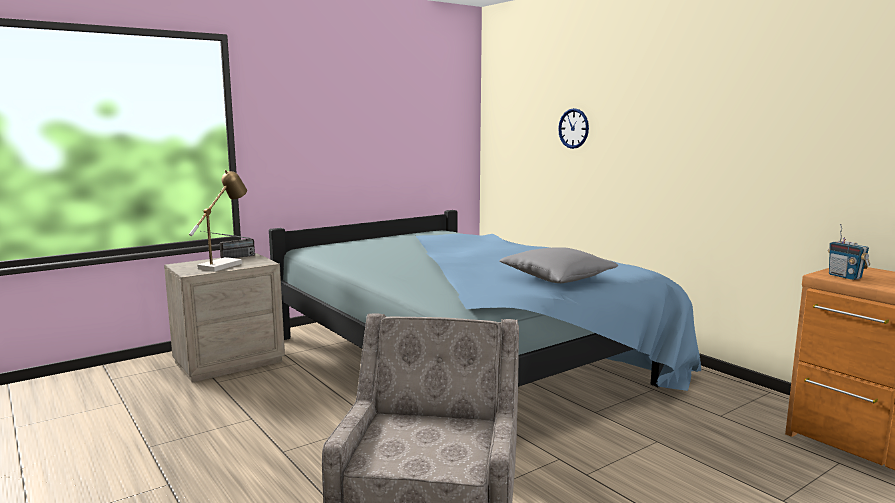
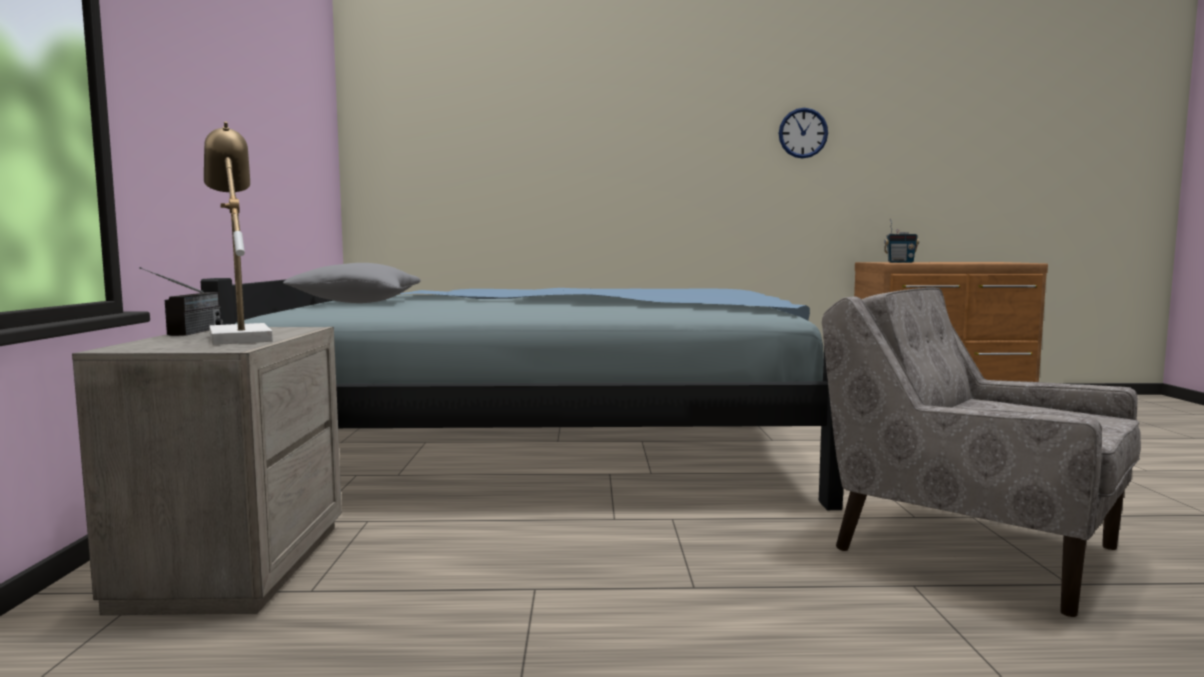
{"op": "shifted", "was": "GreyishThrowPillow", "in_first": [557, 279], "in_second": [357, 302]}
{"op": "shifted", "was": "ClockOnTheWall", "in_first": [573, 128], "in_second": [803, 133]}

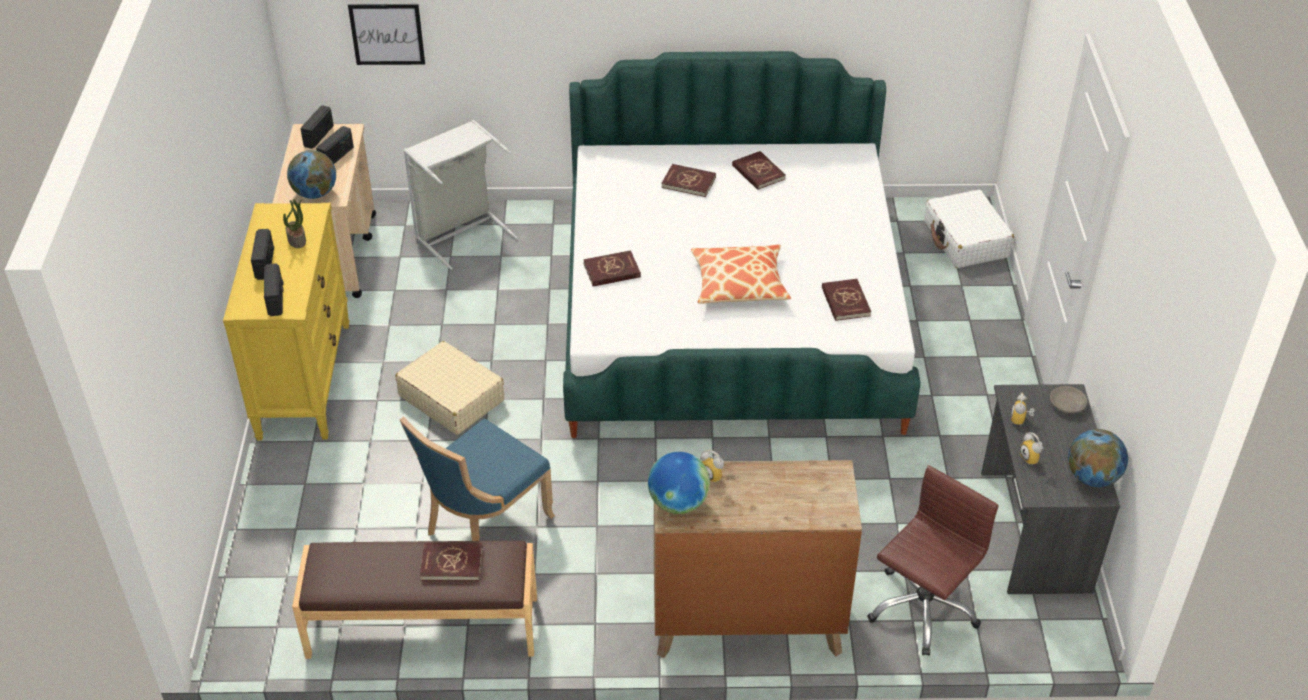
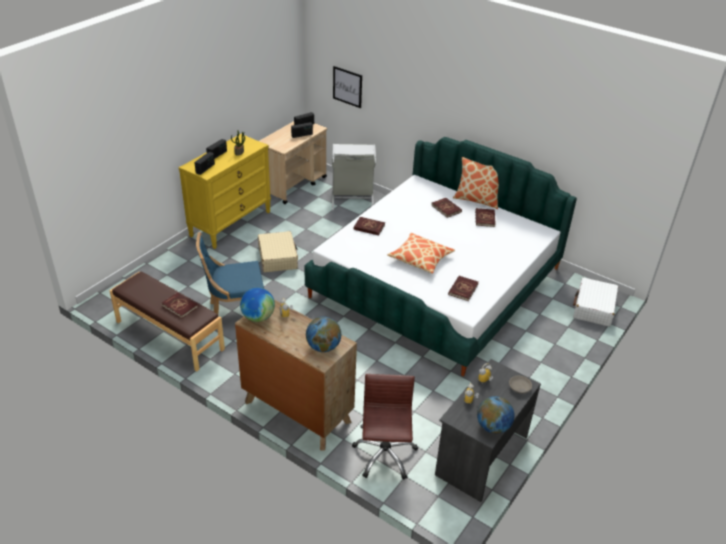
{"op": "new", "now": "ThrowPillow", "in_second": [477, 200]}
{"op": "shifted", "was": "Globe", "in_first": [315, 193], "in_second": [323, 347]}
{"op": "rotated", "was": "BrownComputerChair", "in_first": [922, 608], "in_second": [384, 455], "clockwise": -75}

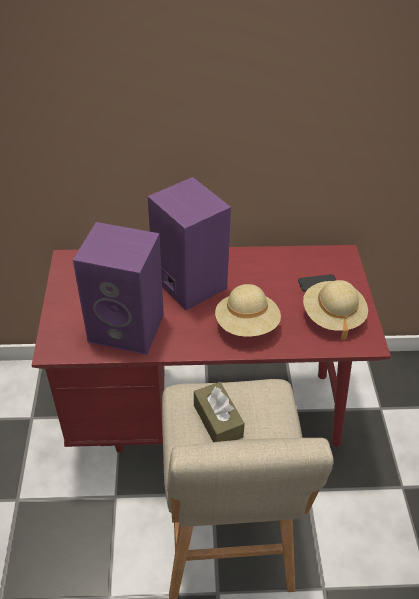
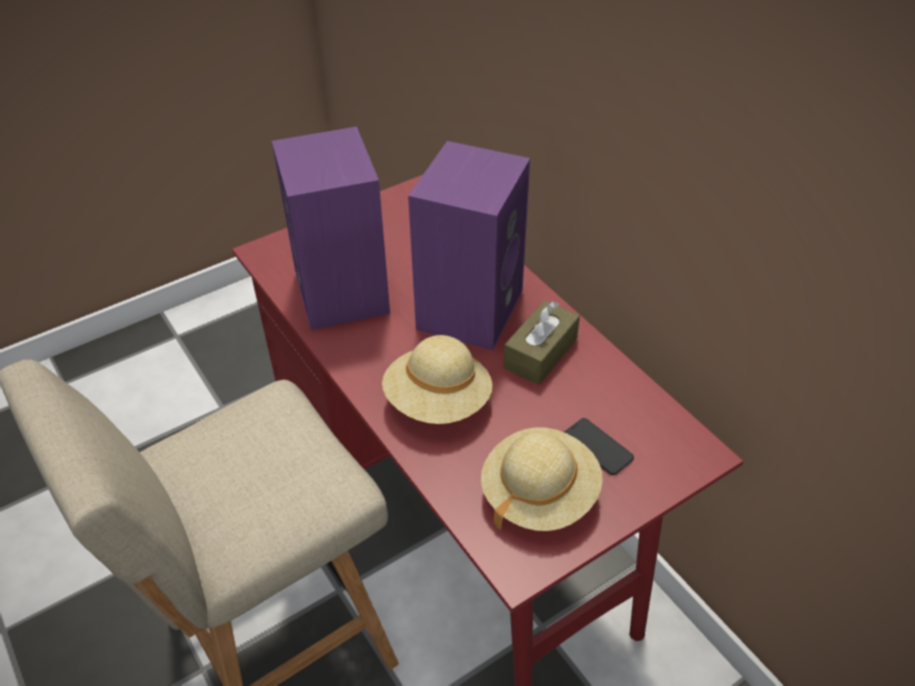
{"op": "shifted", "was": "BrownTissueBox", "in_first": [218, 421], "in_second": [540, 353]}

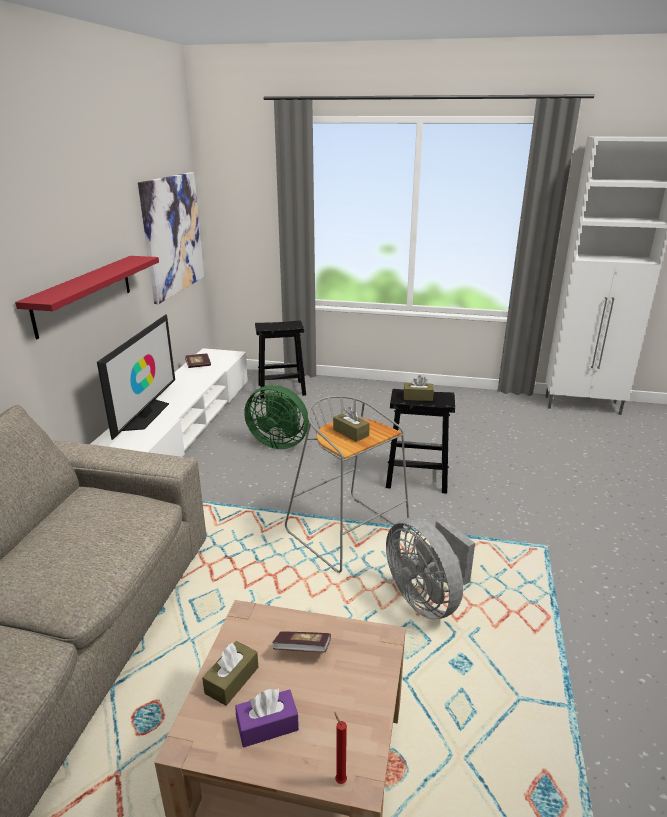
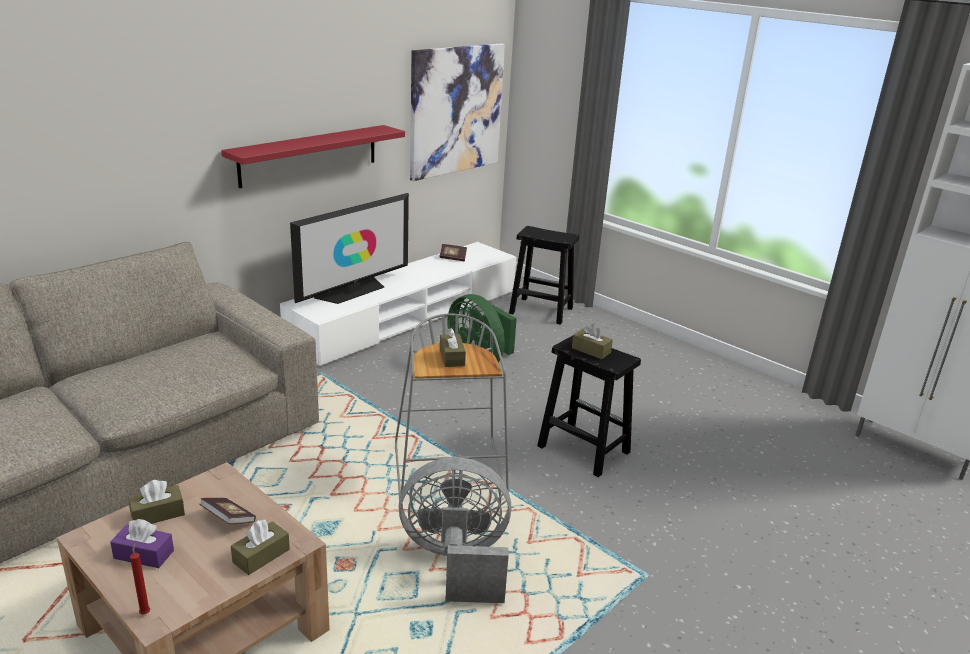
{"op": "new", "now": "BrownTissueBox", "in_second": [261, 556]}
{"op": "rotated", "was": "GreyishCoolingFan", "in_first": [426, 598], "in_second": [456, 561], "clockwise": 90}

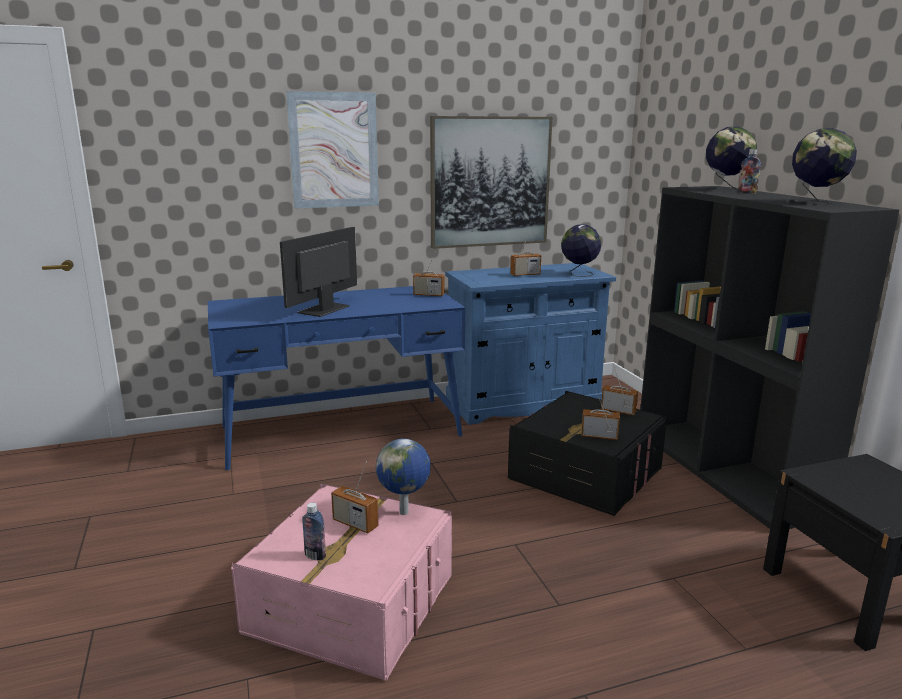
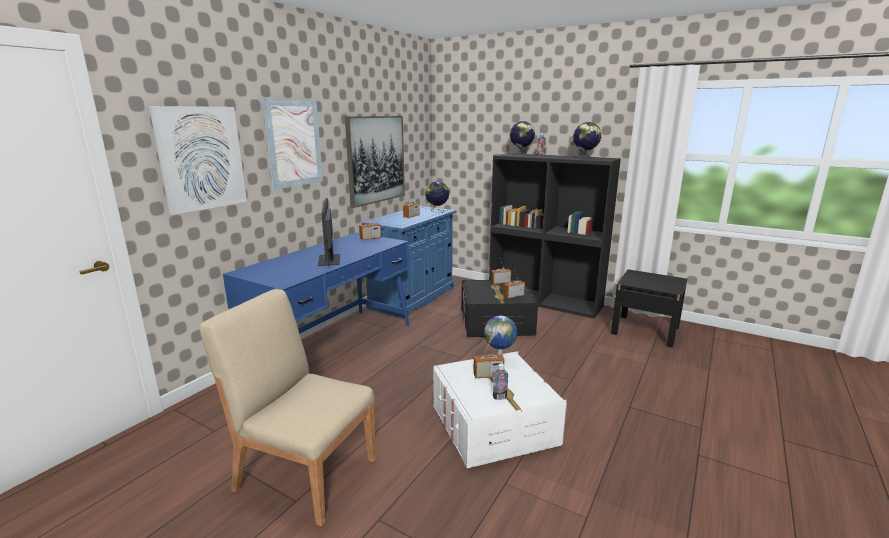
{"op": "new", "now": "WallArt", "in_second": [201, 158]}
{"op": "new", "now": "BeigeUprightChair", "in_second": [305, 472]}
{"op": "repainted", "was": "PinkStorageContainer", "now": "WhiteStorageContainer", "in_first": [352, 604], "in_second": [494, 425]}

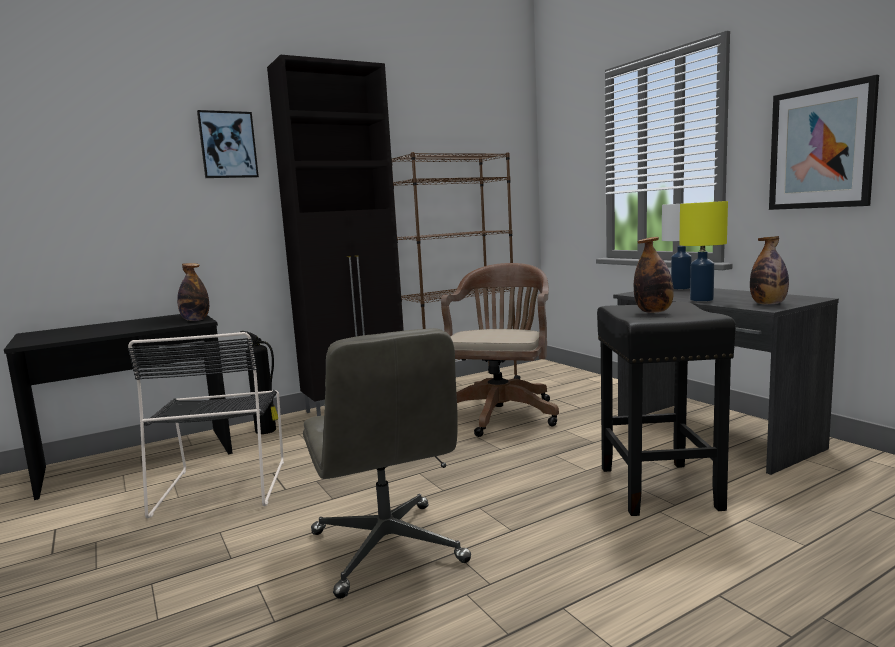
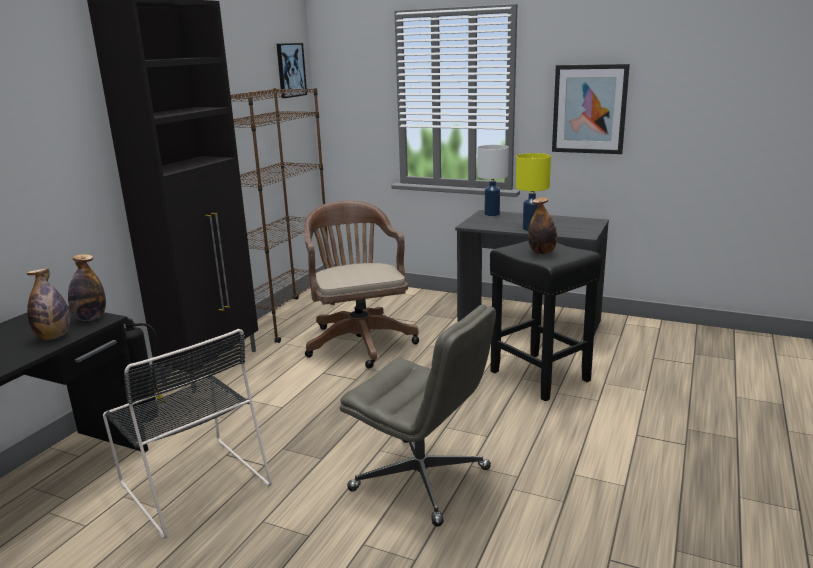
{"op": "shifted", "was": "WallArt", "in_first": [228, 145], "in_second": [290, 70]}
{"op": "shifted", "was": "DrinkBottle", "in_first": [768, 304], "in_second": [54, 337]}

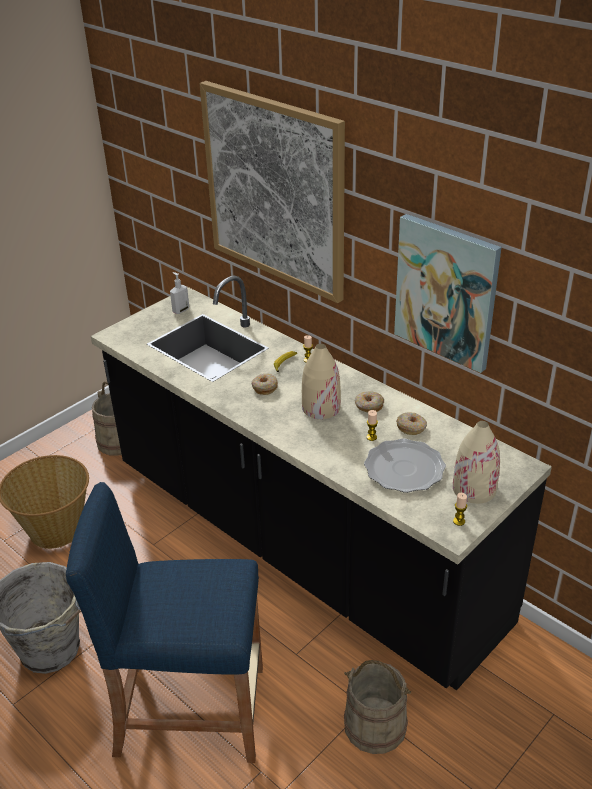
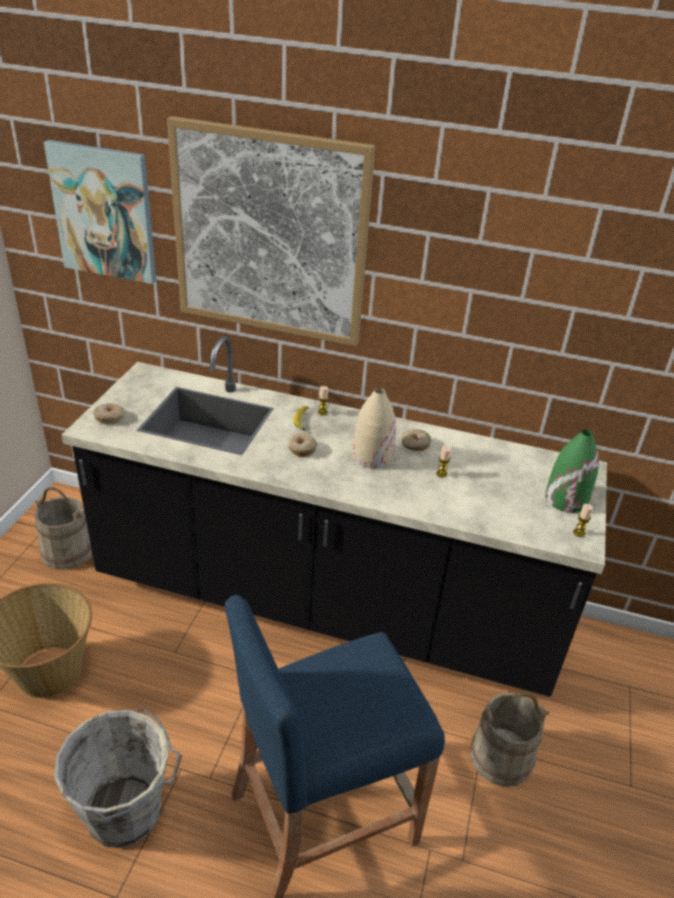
{"op": "gone", "was": "SoapBottle", "in_first": [180, 310]}
{"op": "gone", "was": "DinnerPlate", "in_first": [403, 468]}
{"op": "shifted", "was": "WallArt", "in_first": [446, 292], "in_second": [104, 212]}
{"op": "shifted", "was": "Donut", "in_first": [411, 427], "in_second": [110, 417]}
{"op": "repainted", "was": "BeigeVase", "now": "GreenVase", "in_first": [474, 488], "in_second": [566, 499]}

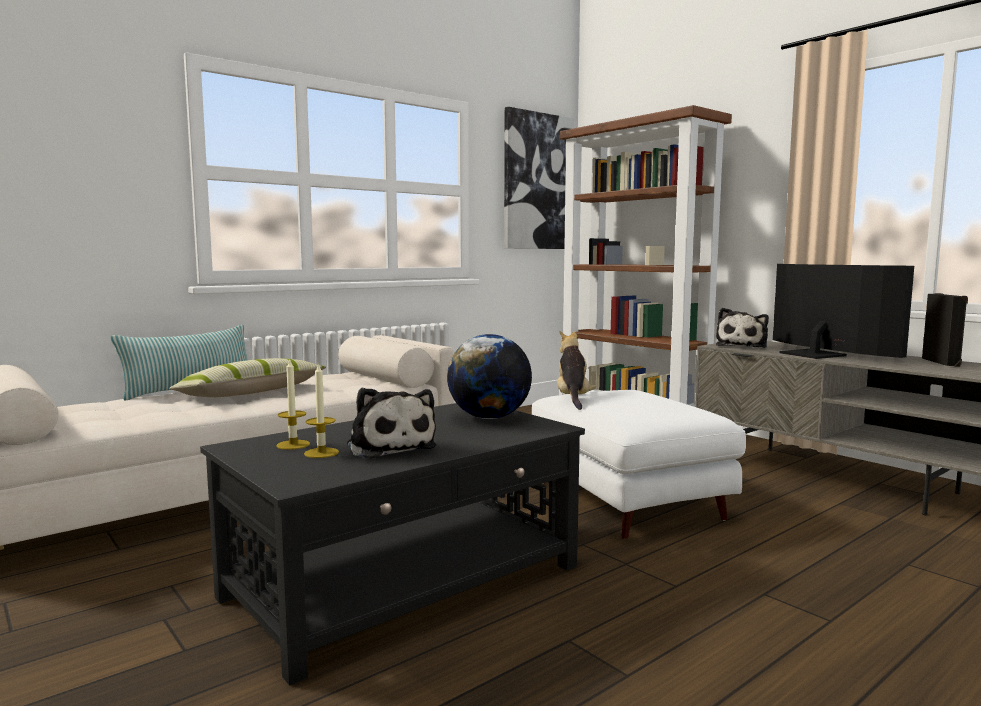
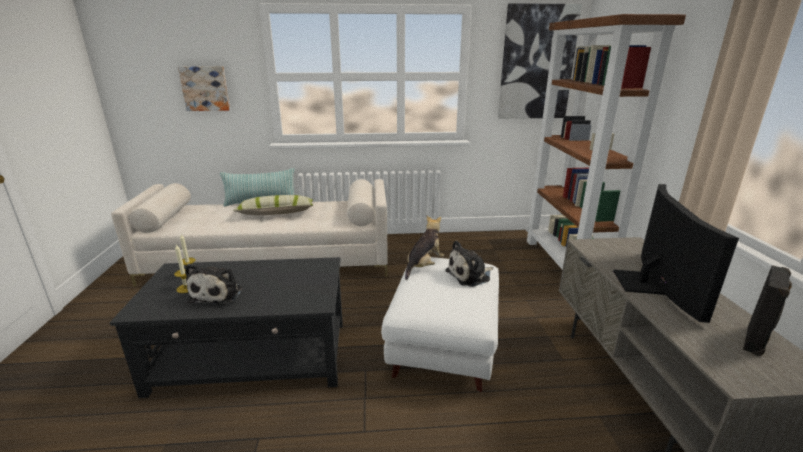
{"op": "gone", "was": "Globe", "in_first": [489, 417]}
{"op": "new", "now": "WallArt", "in_second": [205, 88]}
{"op": "shifted", "was": "SoftToy", "in_first": [742, 346], "in_second": [470, 275]}

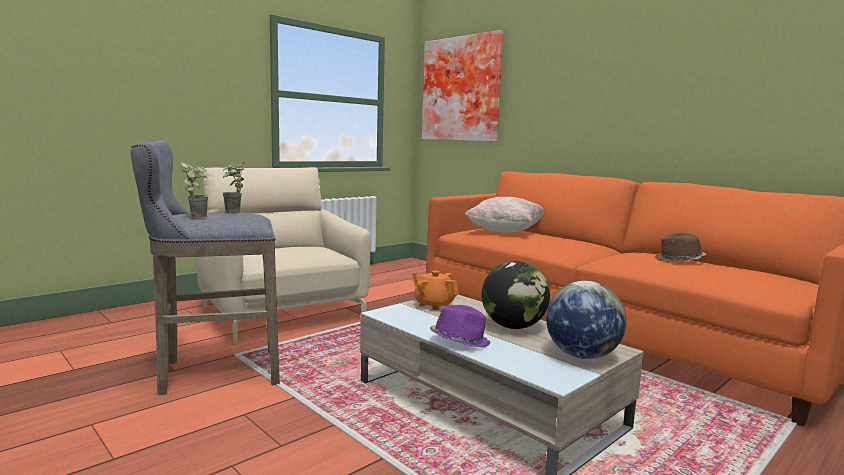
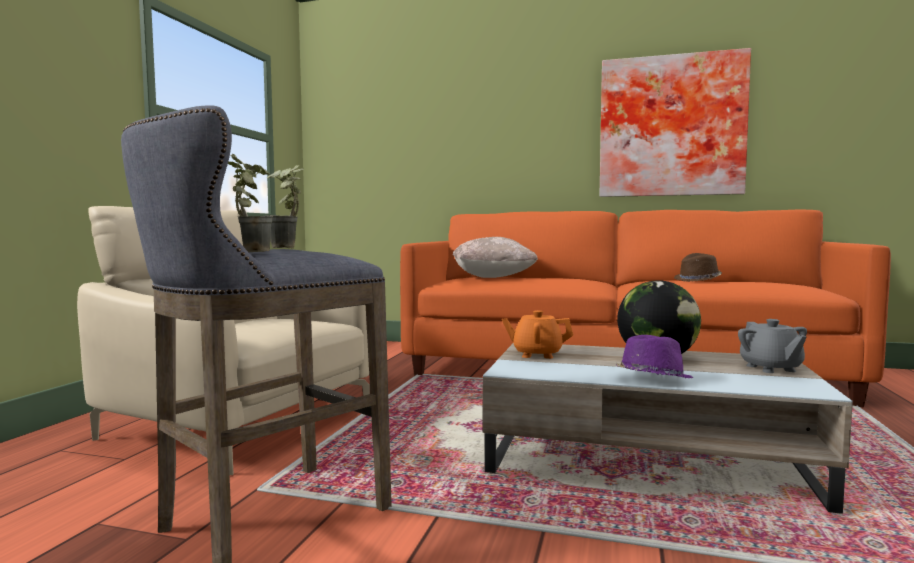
{"op": "shifted", "was": "WallArt", "in_first": [463, 89], "in_second": [671, 127]}
{"op": "swapped", "was": "Globe", "now": "GreyishTeaPot", "in_first": [581, 356], "in_second": [770, 368]}

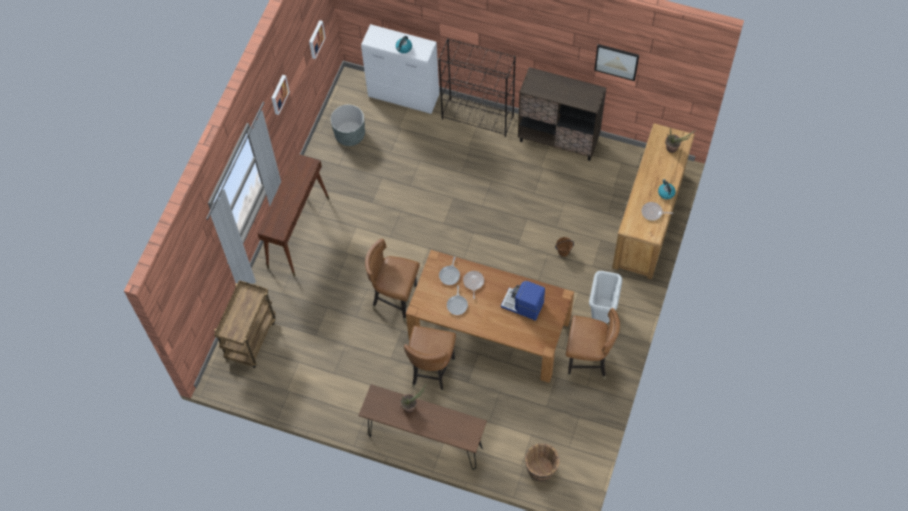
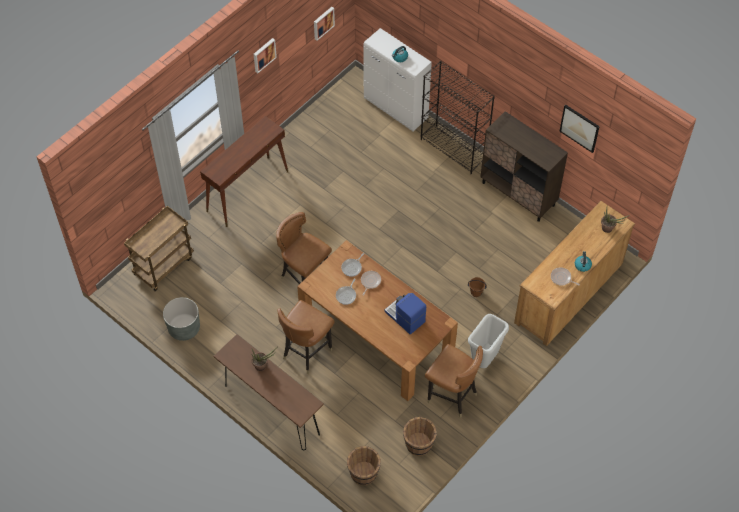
{"op": "new", "now": "BrownWaterBucket", "in_second": [418, 444]}
{"op": "shifted", "was": "GreyishFlowerPot", "in_first": [350, 135], "in_second": [184, 328]}

